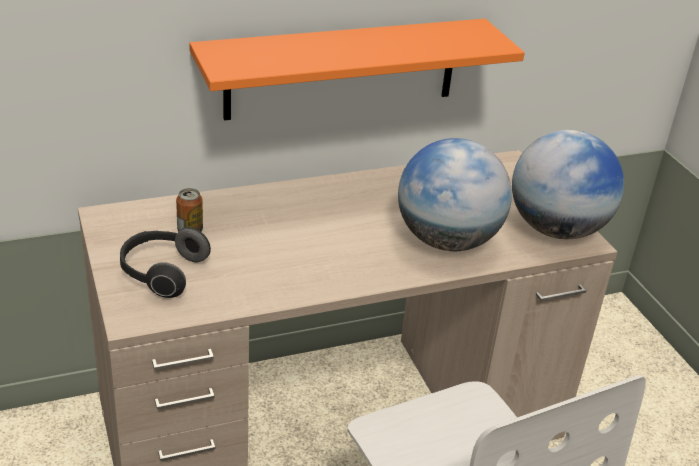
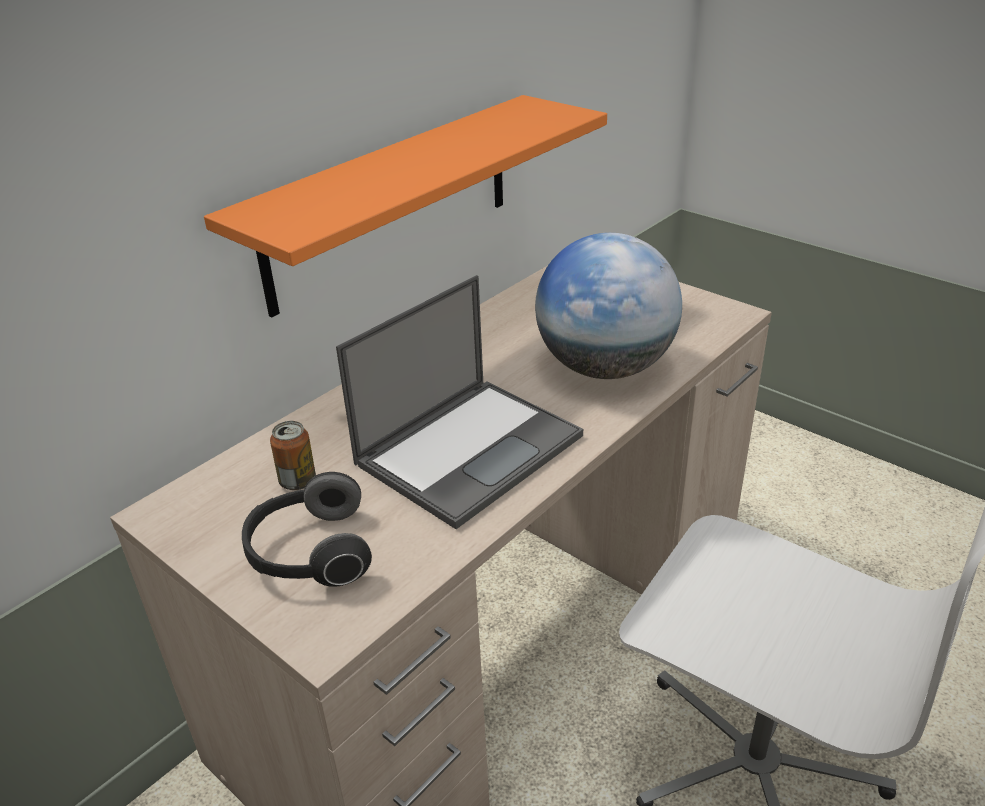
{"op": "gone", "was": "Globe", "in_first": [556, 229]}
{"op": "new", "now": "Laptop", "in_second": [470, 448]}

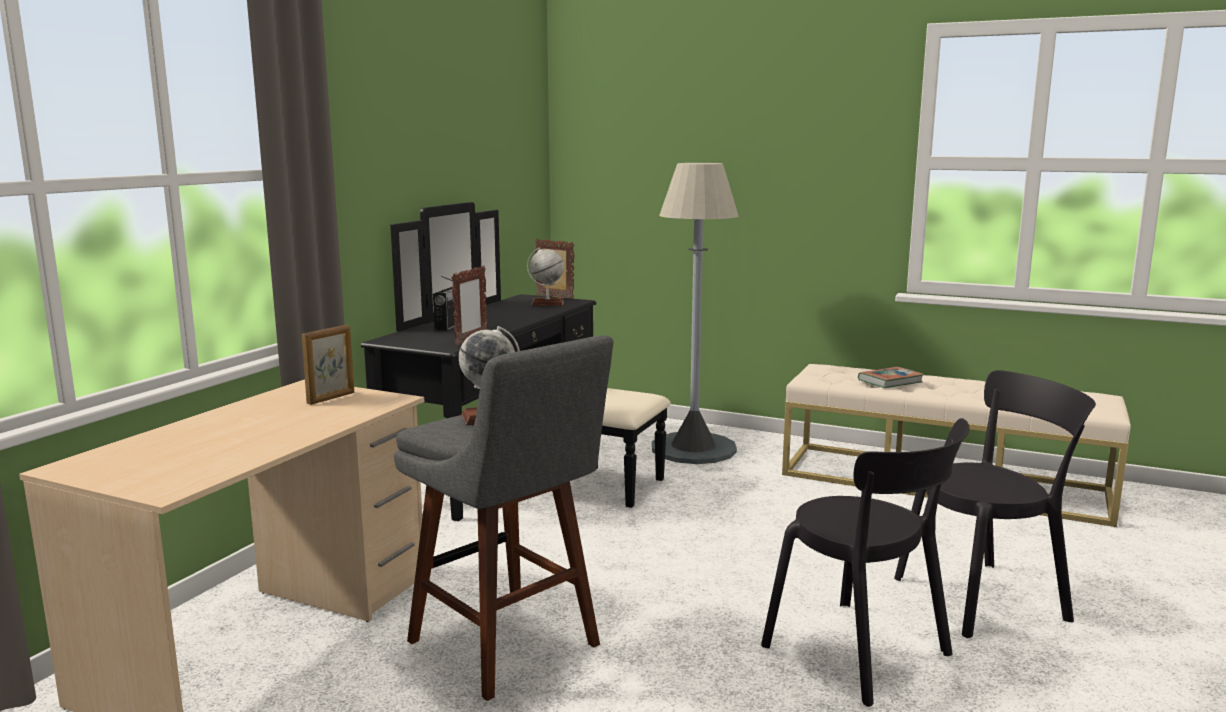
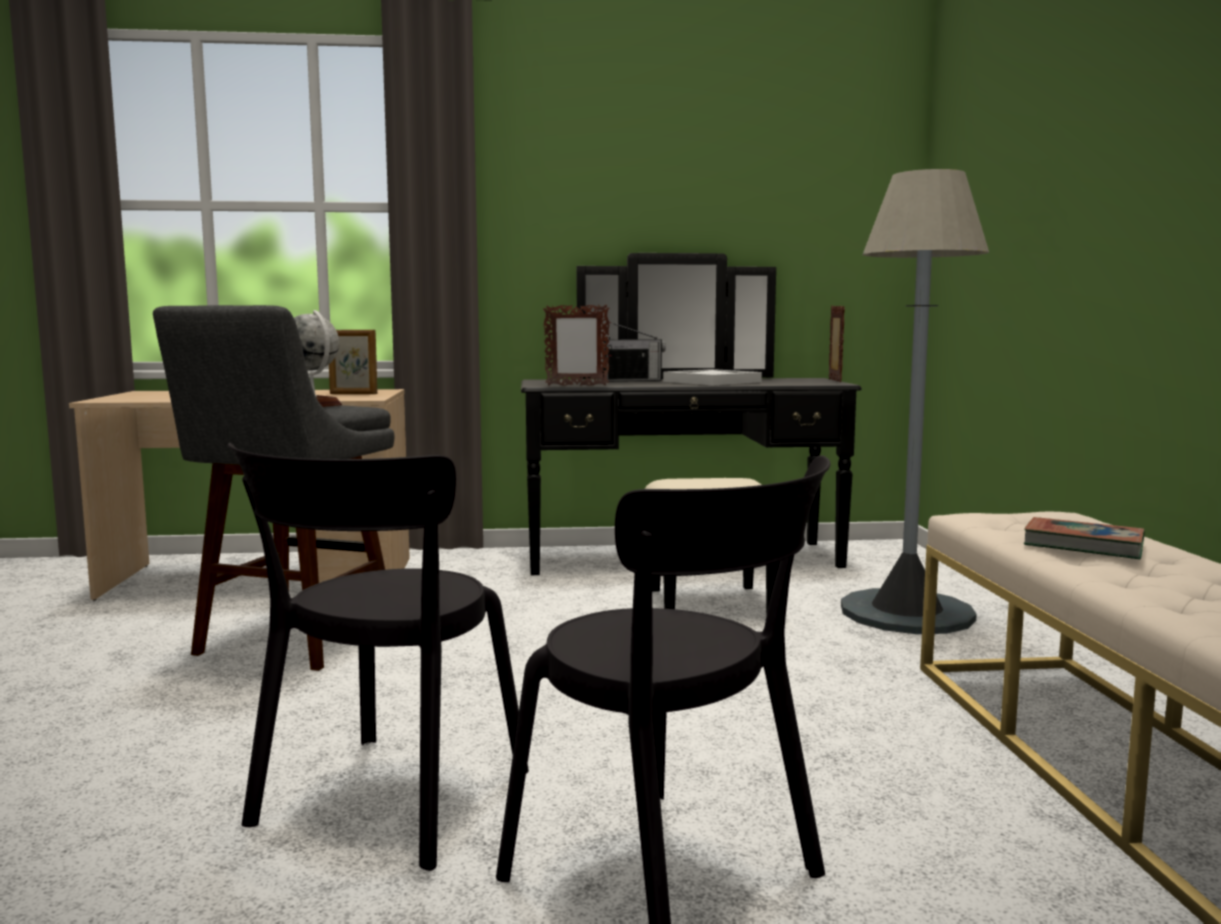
{"op": "gone", "was": "Globe", "in_first": [547, 303]}
{"op": "new", "now": "WhiteCarryingTray", "in_second": [710, 381]}

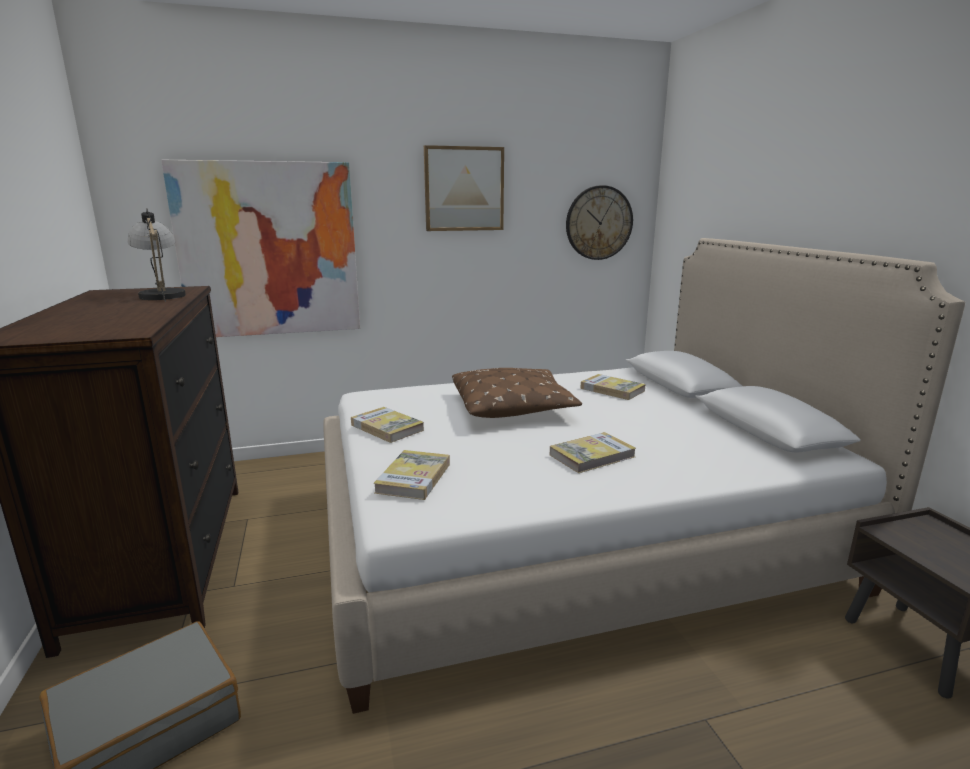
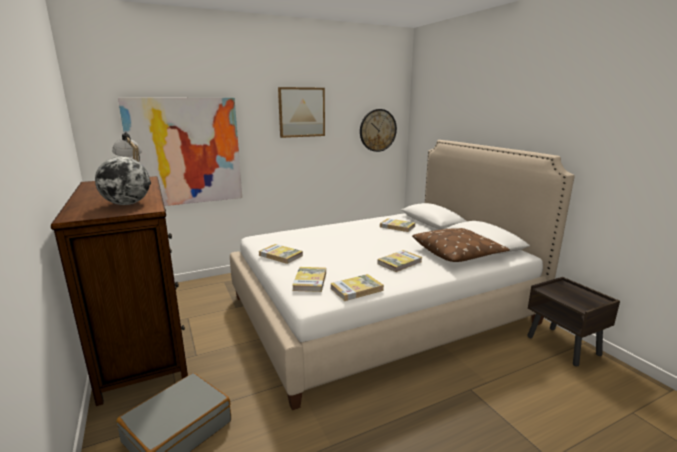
{"op": "new", "now": "Globe", "in_second": [127, 204]}
{"op": "new", "now": "Volume", "in_second": [356, 289]}
{"op": "shifted", "was": "BrownThrowPillow", "in_first": [513, 407], "in_second": [457, 253]}

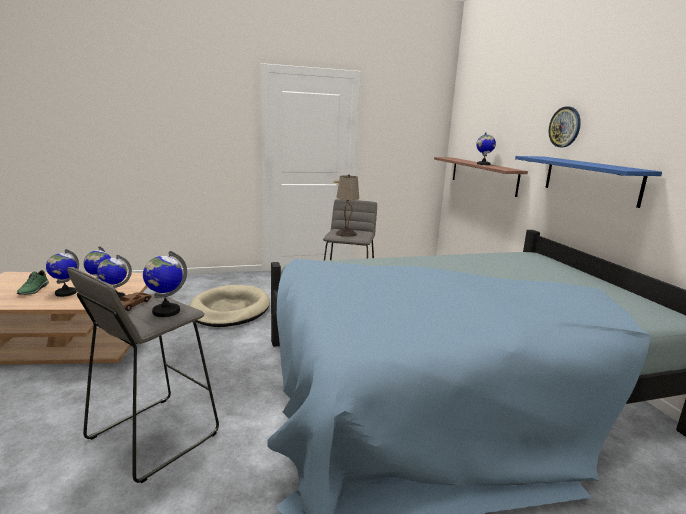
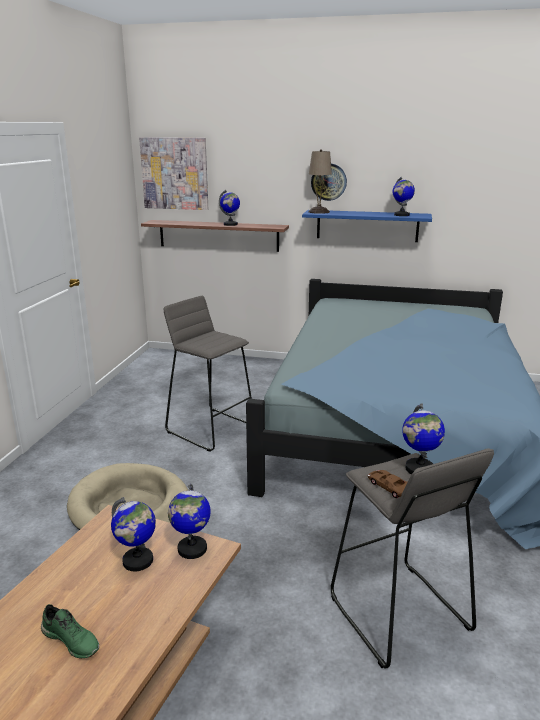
{"op": "new", "now": "WallArt", "in_second": [175, 173]}
{"op": "shifted", "was": "Globe", "in_first": [65, 293], "in_second": [401, 215]}
{"op": "shifted", "was": "BeigeLampForATable", "in_first": [345, 233], "in_second": [318, 212]}

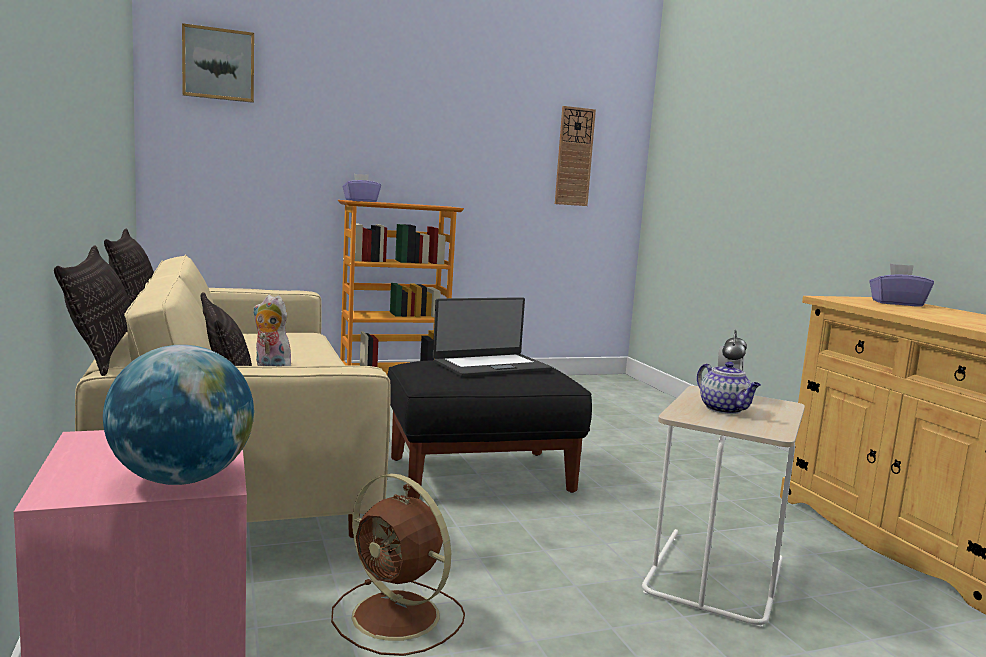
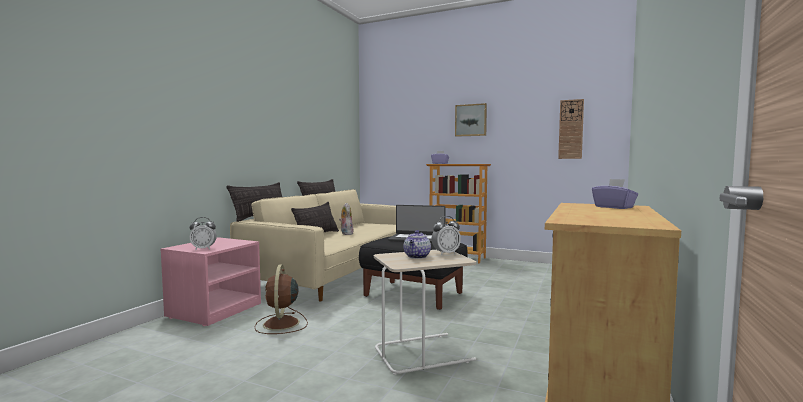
{"op": "shifted", "was": "WallArt", "in_first": [218, 64], "in_second": [471, 120]}
{"op": "swapped", "was": "Globe", "now": "BedsideClock", "in_first": [182, 479], "in_second": [203, 249]}

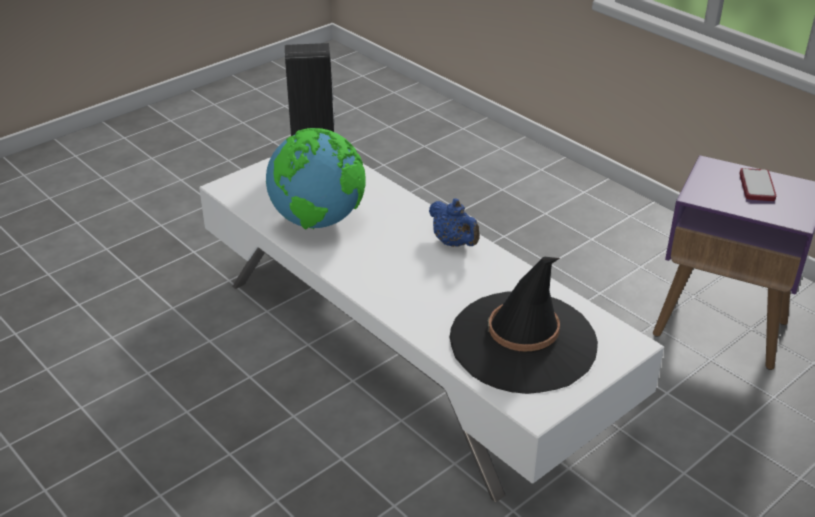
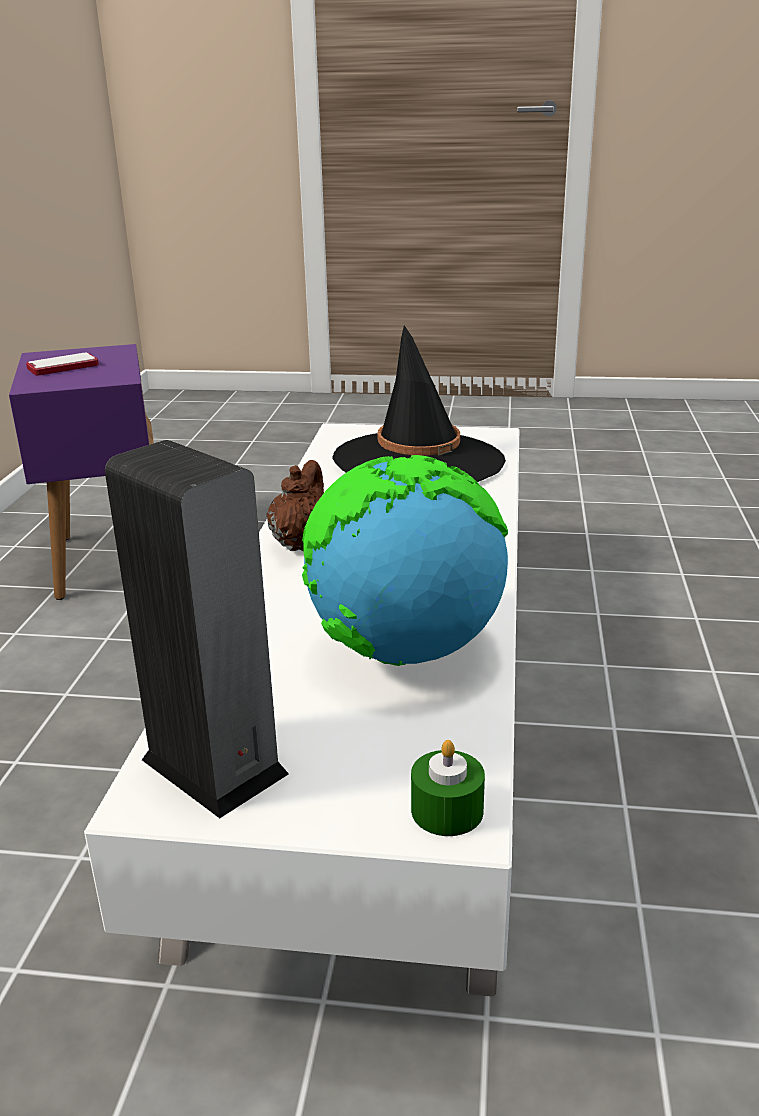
{"op": "new", "now": "GreenCandle", "in_second": [447, 810]}
{"op": "repainted", "was": "BlueColouredTeaPot", "now": "BrownTeaPot", "in_first": [454, 243], "in_second": [301, 542]}

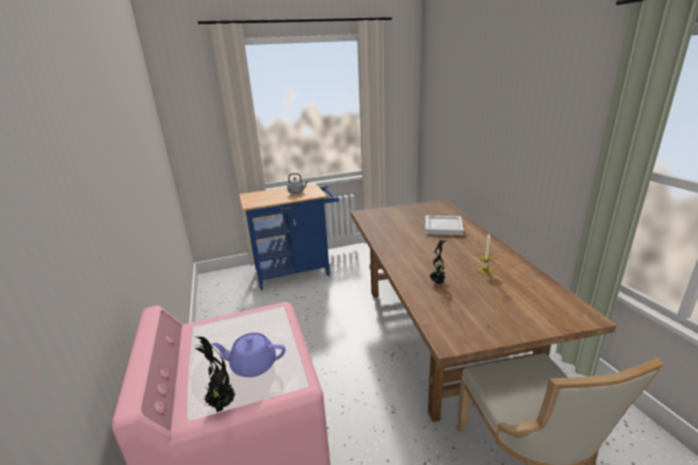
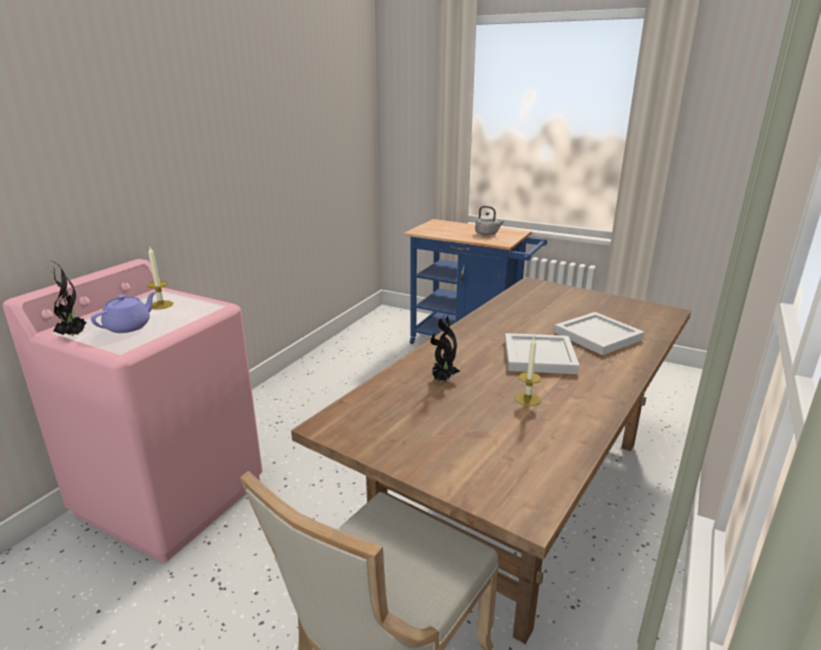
{"op": "new", "now": "Candle", "in_second": [161, 305]}
{"op": "new", "now": "WhiteCarryingTray", "in_second": [538, 356]}
{"op": "rotated", "was": "PurpleColouredTeaPot", "in_first": [252, 365], "in_second": [129, 326], "clockwise": 75}

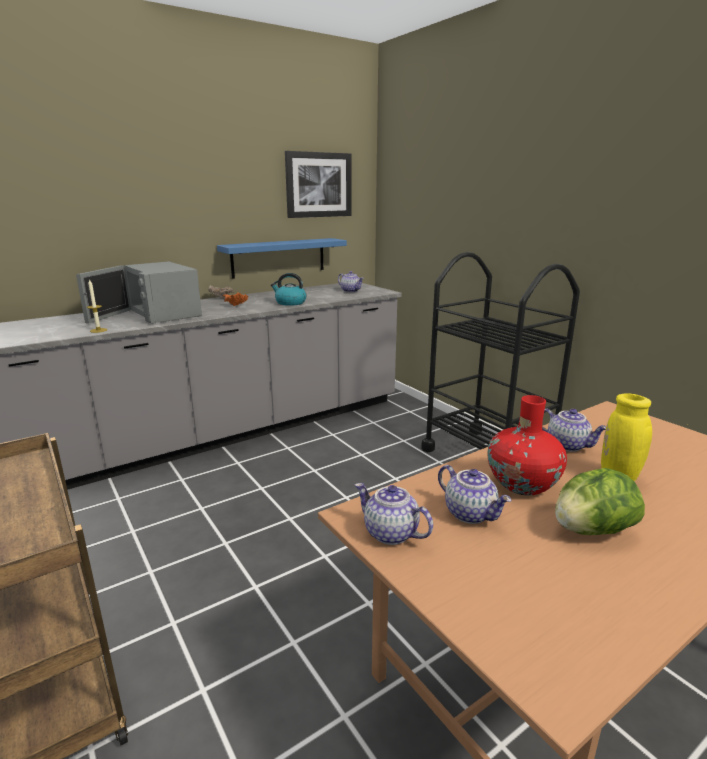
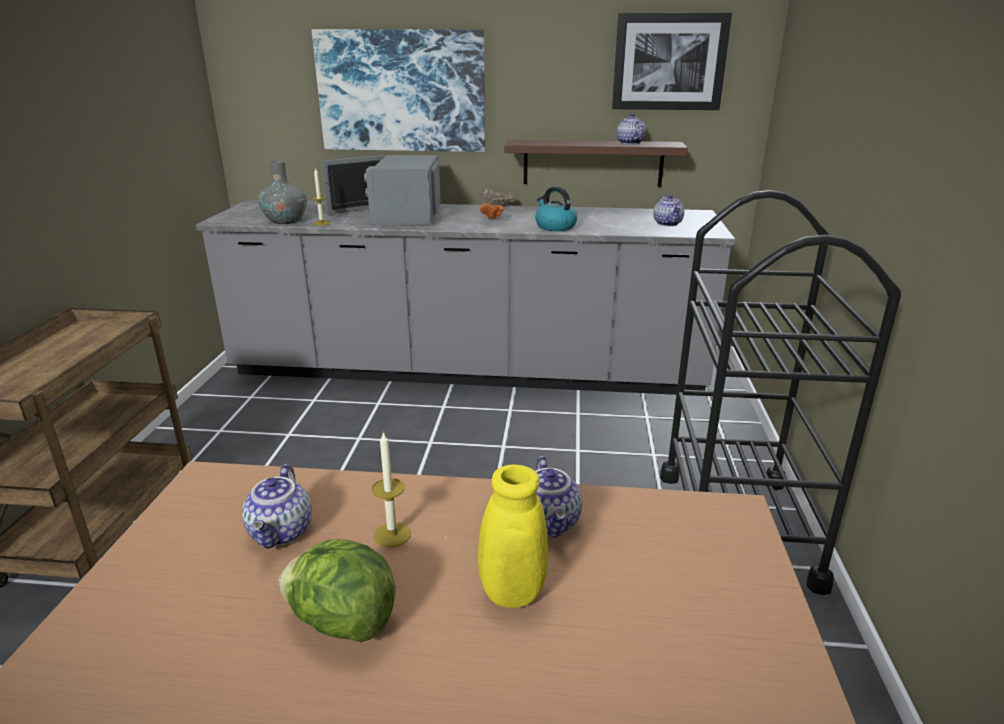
{"op": "new", "now": "GreyishVase", "in_second": [285, 221]}
{"op": "new", "now": "WallArt", "in_second": [401, 91]}
{"op": "shifted", "was": "TeaPot", "in_first": [390, 533], "in_second": [629, 143]}
{"op": "swapped", "was": "RedVase", "now": "Candle", "in_first": [522, 484], "in_second": [392, 534]}
{"op": "repainted", "was": "BlueColouredShelf", "now": "BrownShelf", "in_first": [278, 257], "in_second": [593, 163]}

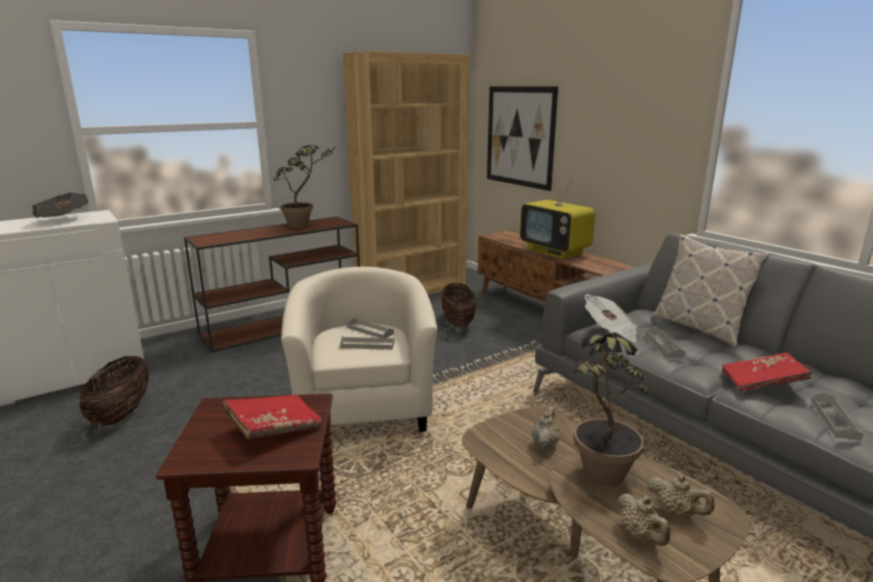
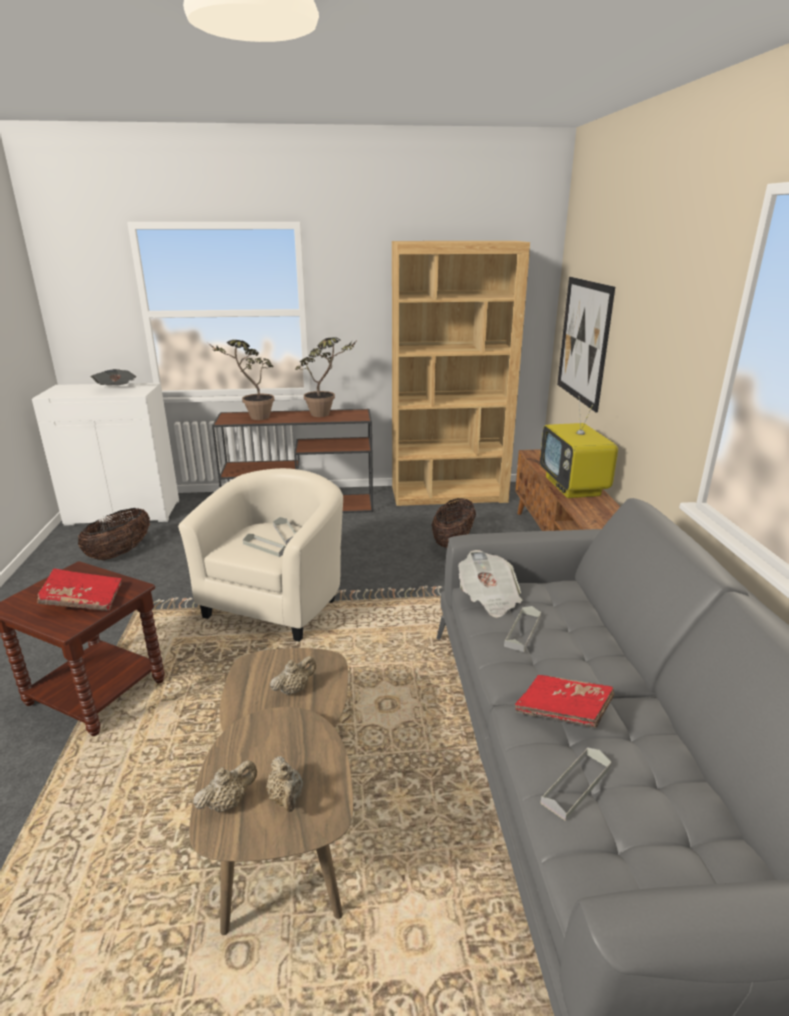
{"op": "gone", "was": "ThrowPillow", "in_first": [699, 328]}
{"op": "shifted", "was": "PottedPlant", "in_first": [597, 481], "in_second": [252, 418]}
{"op": "rotated", "was": "BeigeTeaPot", "in_first": [641, 536], "in_second": [228, 802], "clockwise": -135}

